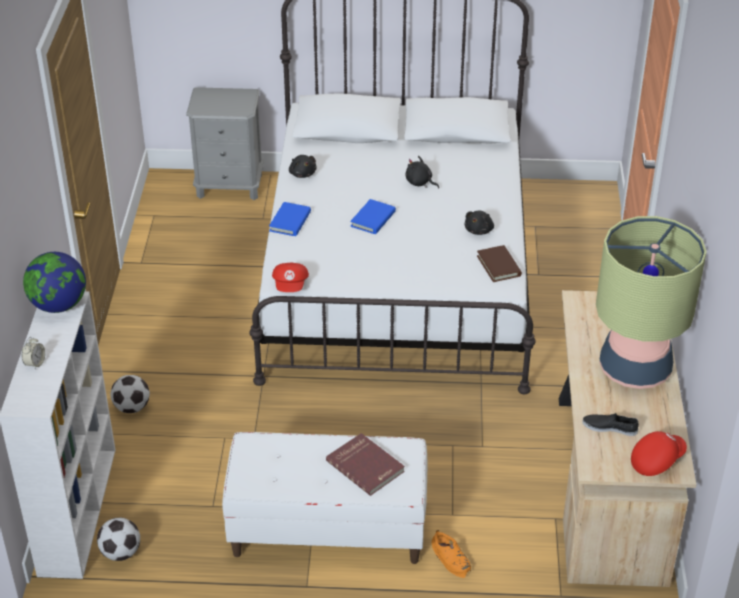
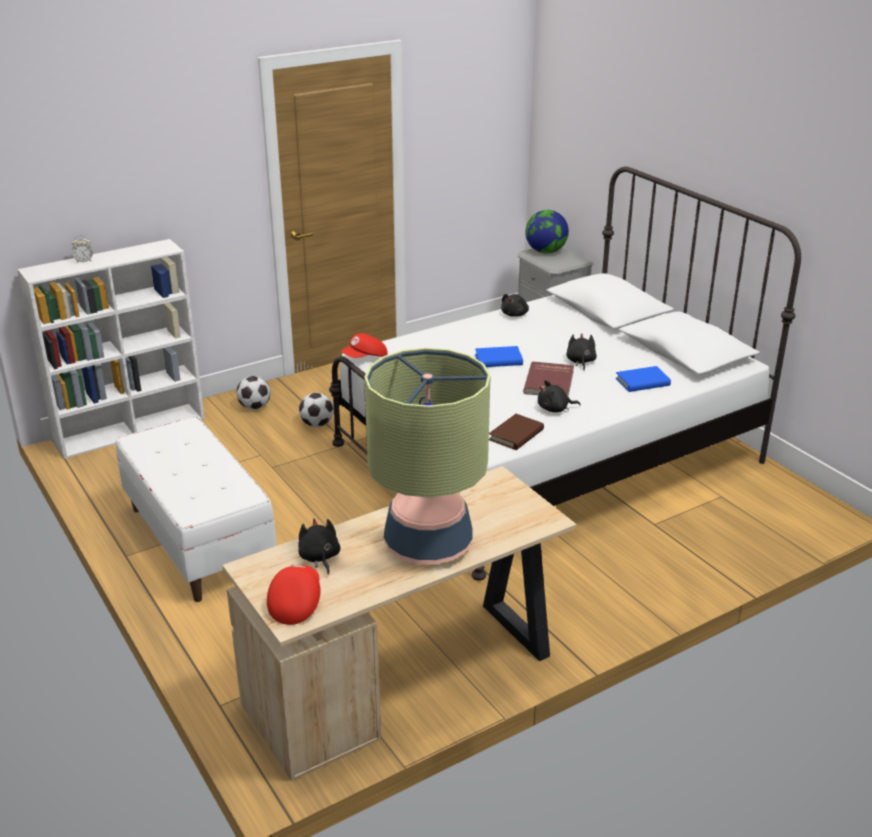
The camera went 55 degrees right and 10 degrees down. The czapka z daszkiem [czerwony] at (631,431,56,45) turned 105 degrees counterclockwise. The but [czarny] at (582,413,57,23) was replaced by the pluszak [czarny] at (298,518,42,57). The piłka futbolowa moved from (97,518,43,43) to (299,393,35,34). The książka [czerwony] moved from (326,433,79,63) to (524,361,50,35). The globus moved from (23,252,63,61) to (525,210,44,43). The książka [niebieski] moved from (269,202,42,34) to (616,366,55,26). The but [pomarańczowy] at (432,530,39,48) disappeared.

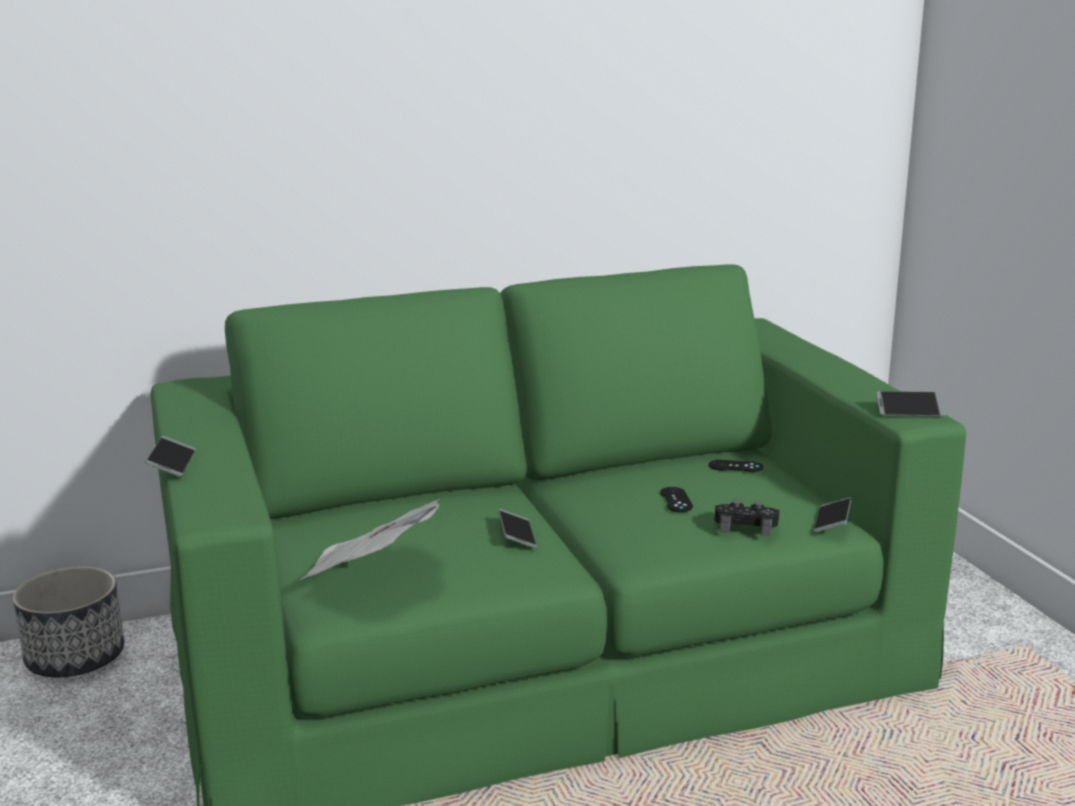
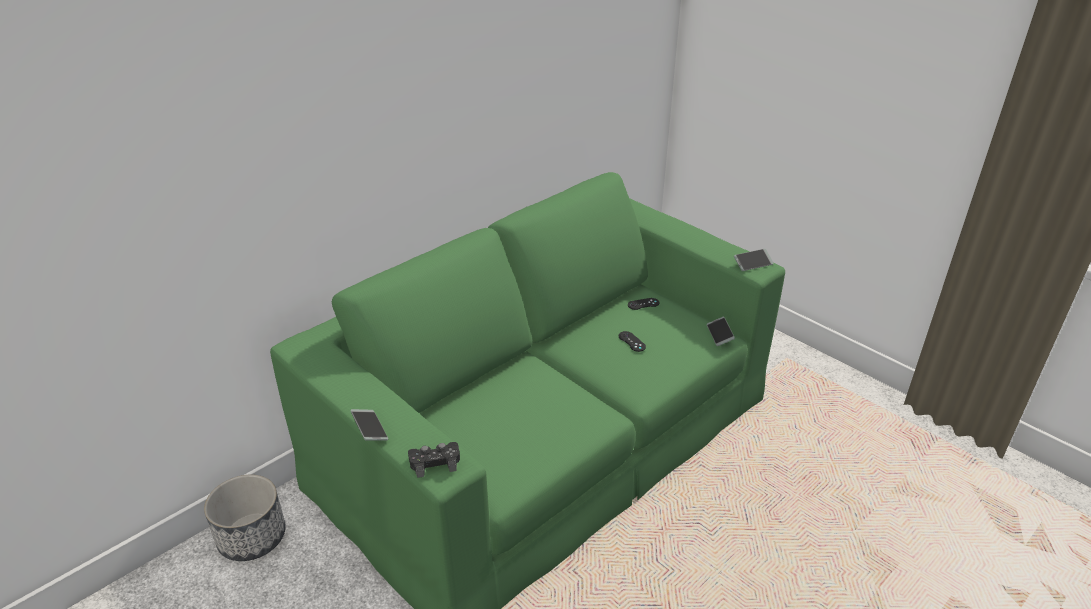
The camera went 25 degrees left and 15 degrees up. The pad do gier [czarny] moved from (714,500,65,36) to (408,442,52,36). The gazeta at (300,499,140,81) disappeared. The telefon at (498,509,39,39) disappeared.

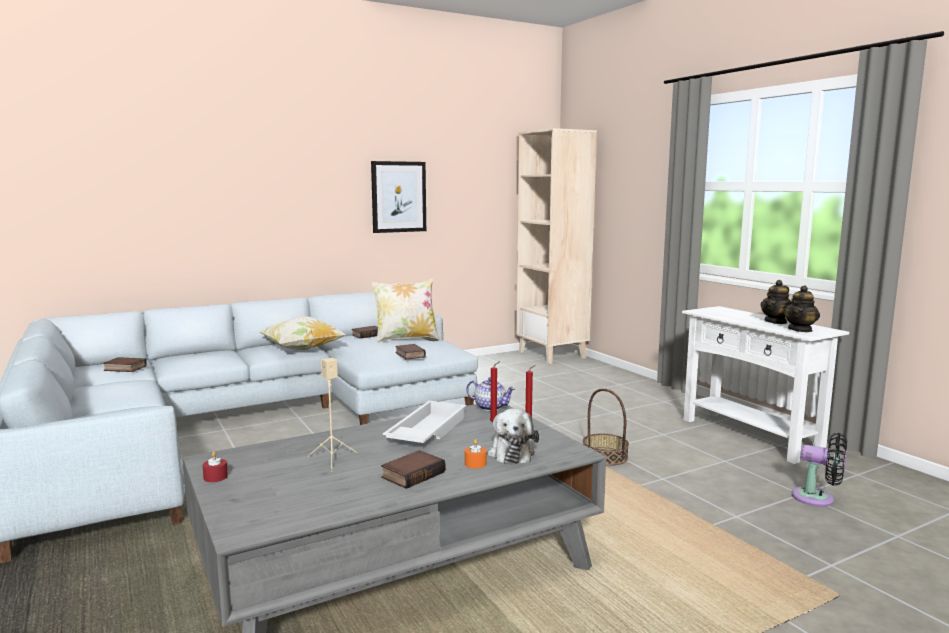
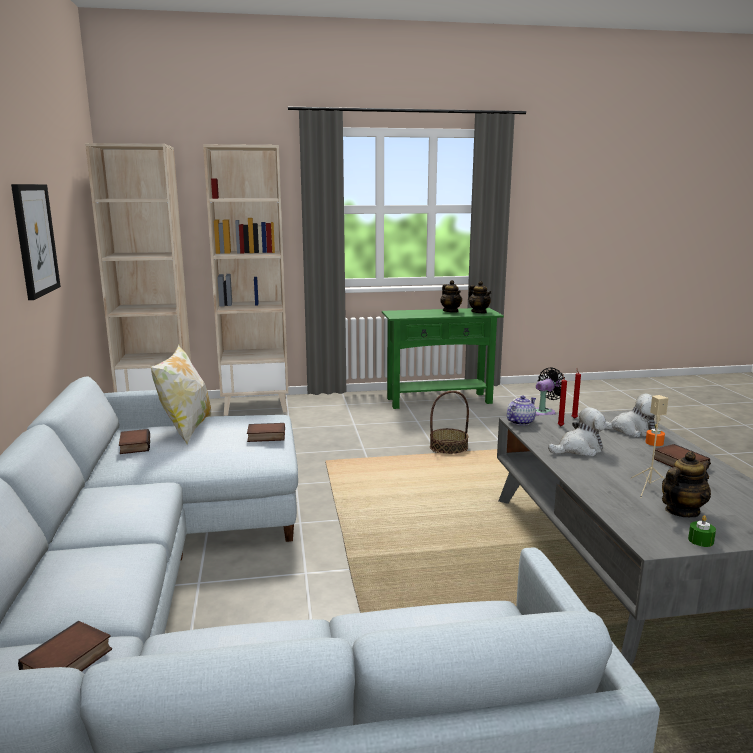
The camera went 70 degrees left and 5 degrees up. The regał [beżowy] at (203,144,85,272) appeared. The stolik konsolowy [biały] at (682,306,167,158) became the stolik konsolowy [zielony] at (382,308,122,101). The taca [biały] at (383,401,83,42) was replaced by the pluszak at (548,407,58,49). The imbryk at (662,451,49,66) appeared. The świeca [czerwony] at (202,452,26,30) became the świeca [zielony] at (688,515,28,32). The poduszka at (259,316,87,34) disappeared.

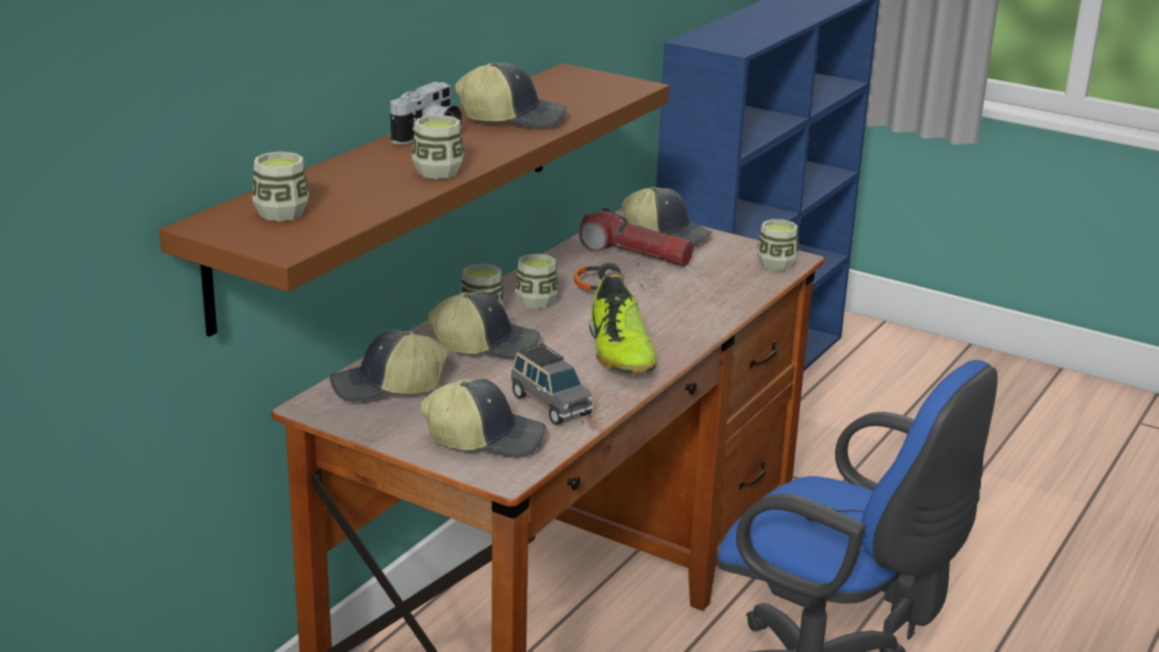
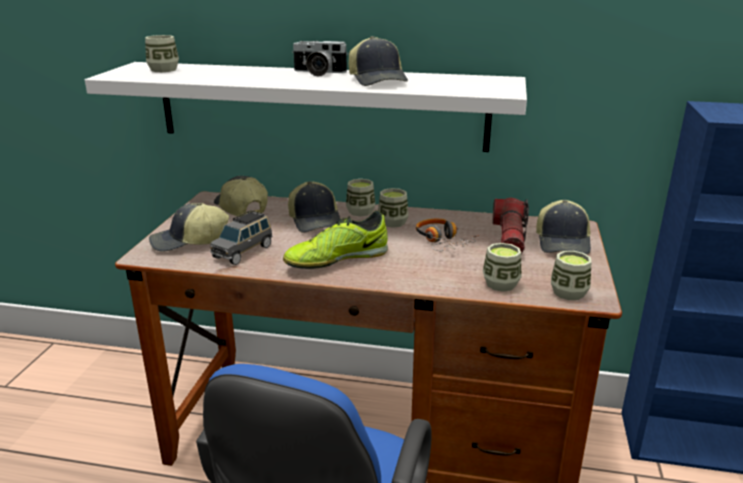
The camera went 70 degrees right and 0 degrees up. The półka [brązowy] at (159,63,510,274) became the półka [biały] at (85,62,442,90). The czapka z daszkiem at (421,378,125,80) turned 90 degrees clockwise. The filiżanka moved from (412,115,52,64) to (483,243,38,49).

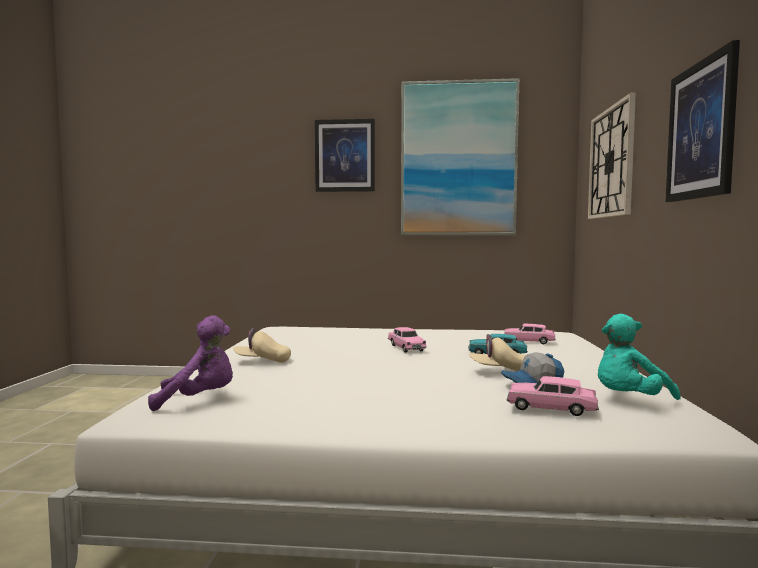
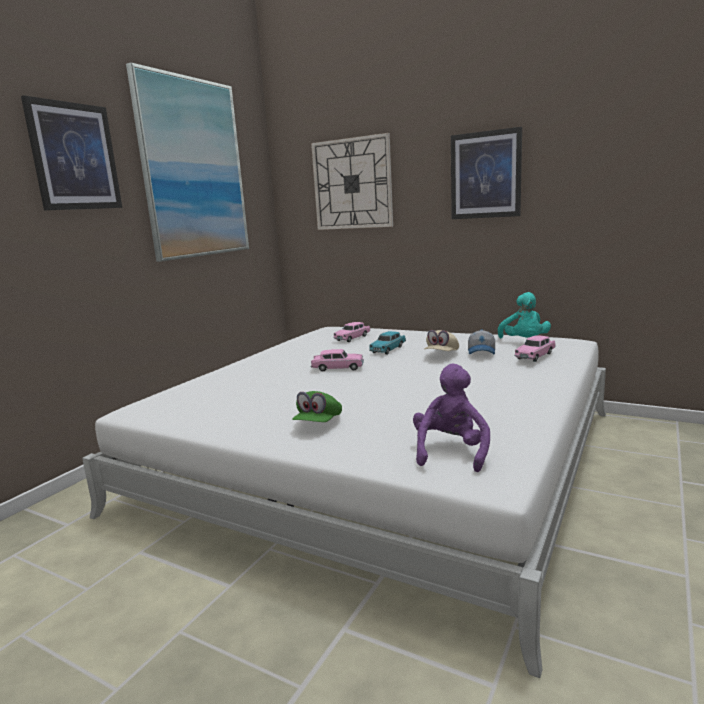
The camera went 65 degrees left and 10 degrees up. The czapka z daszkiem [beżowy] at (233,328,58,35) became the czapka z daszkiem [zielony] at (292,391,50,31).

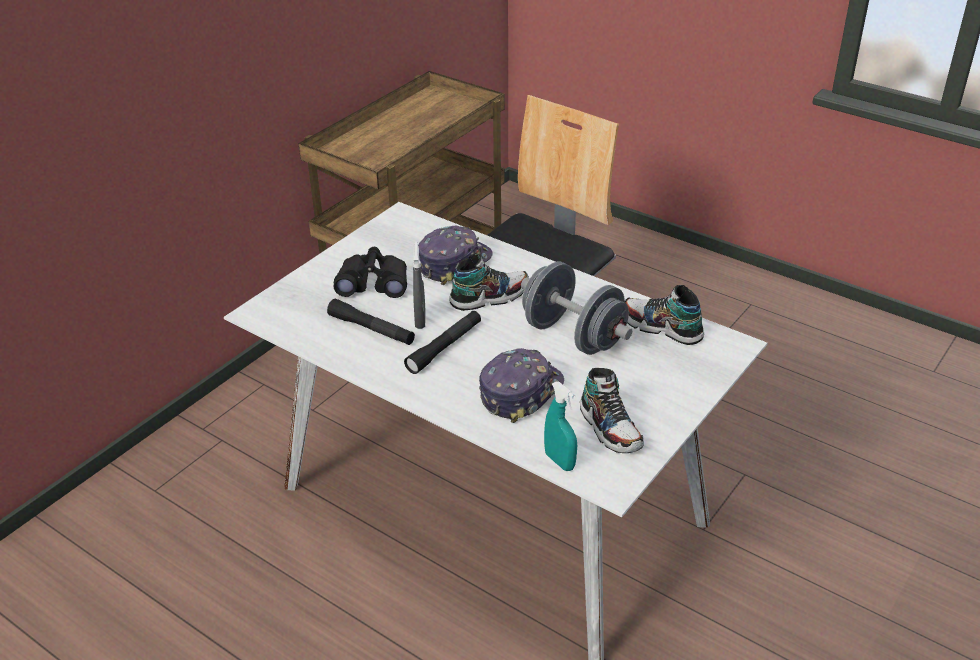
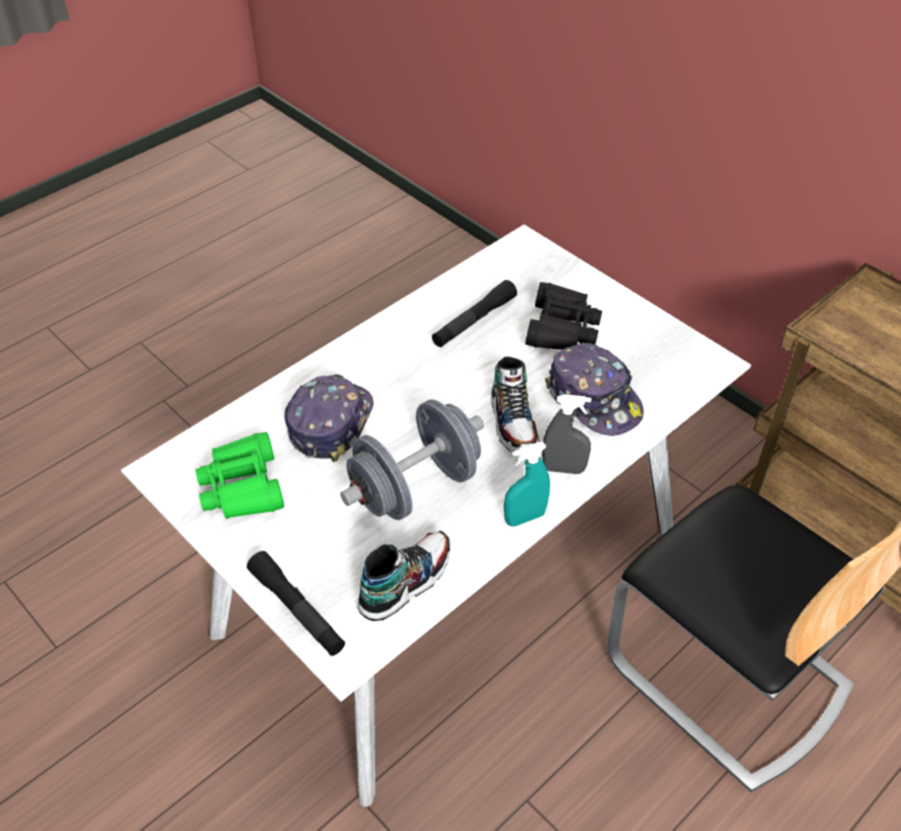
The camera went 100 degrees right and 10 degrees up. The but at (580,368,64,85) was replaced by the lornetka [zielony] at (196,432,88,87). The latarka [czarny] moved from (404,311,77,63) to (247,551,98,105). The czapka z daszkiem at (479,348,85,75) turned 120 degrees counterclockwise. The spryskiwacz [turkusowy] moved from (544,382,33,89) to (504,442,46,84). The spryskiwacz [szary] moved from (413,242,13,87) to (542,394,49,80).

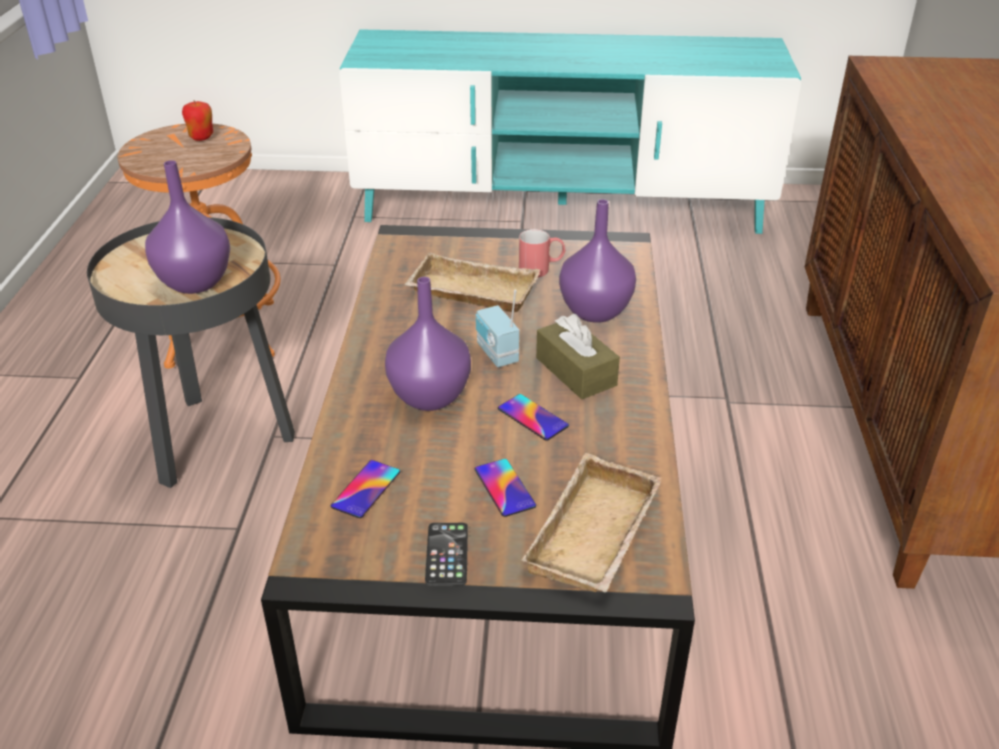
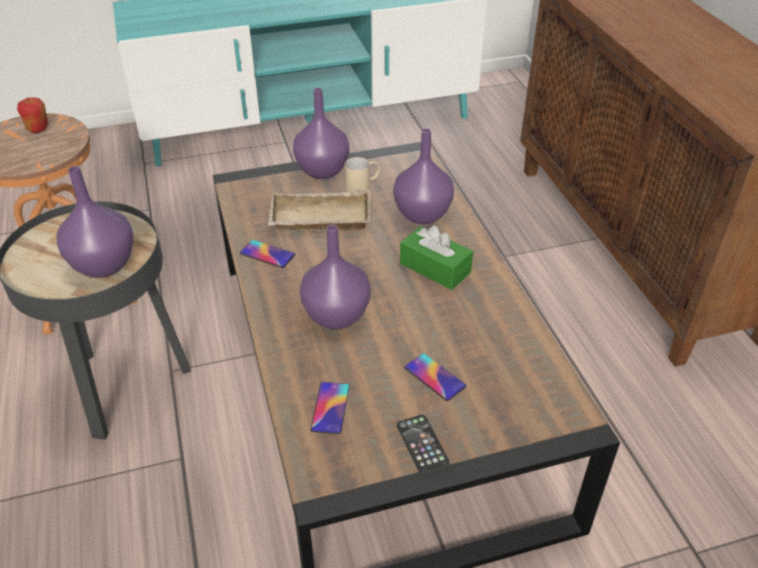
The camera went 20 degrees left and 5 degrees up. The telefon moved from (498,394,71,47) to (240,240,55,28). The wazon [fioletowy] at (293,88,56,91) appeared. The kubek [czerwony] at (519,229,46,49) became the kubek [beżowy] at (345,157,35,35). The pudełko chusteczek [brązowy] at (536,314,84,85) became the pudełko chusteczek [zielony] at (400,225,73,65). The radio at (476,289,44,78) disappeared. The taca [beżowy] at (521,453,141,139) disappeared.

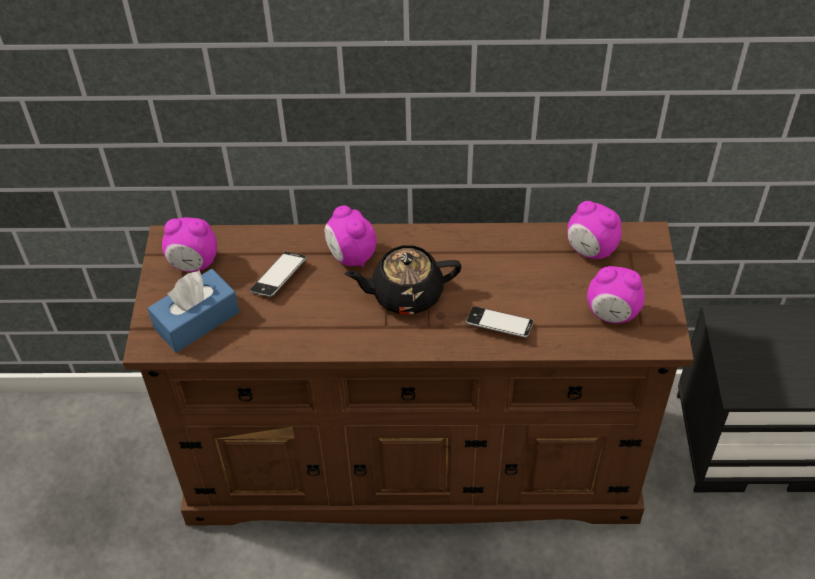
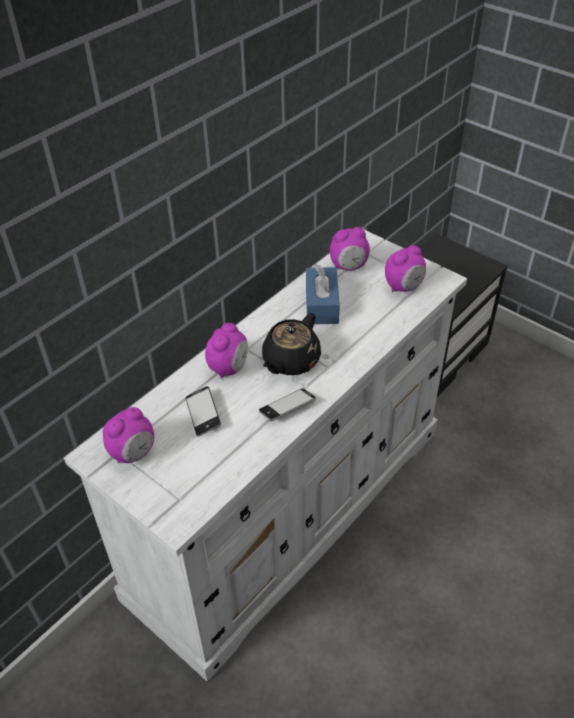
The camera went 50 degrees left and 5 degrees down. The komoda [brązowy] at (123,222,571,303) became the komoda [biały] at (64,230,403,452). The budzik at (325,206,52,62) turned 75 degrees counterclockwise. The telefon moved from (466,306,67,32) to (259,388,57,33). The pudełko chusteczek [niebieski] moved from (147,269,92,83) to (306,264,34,60).

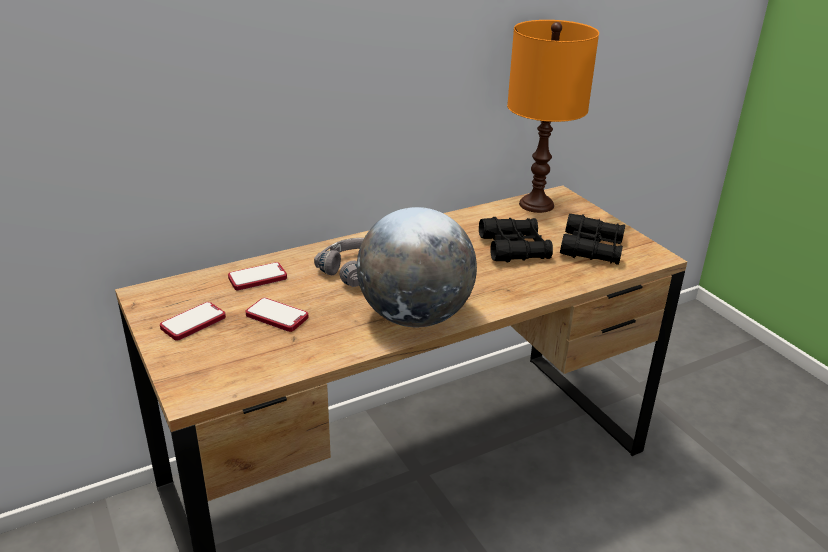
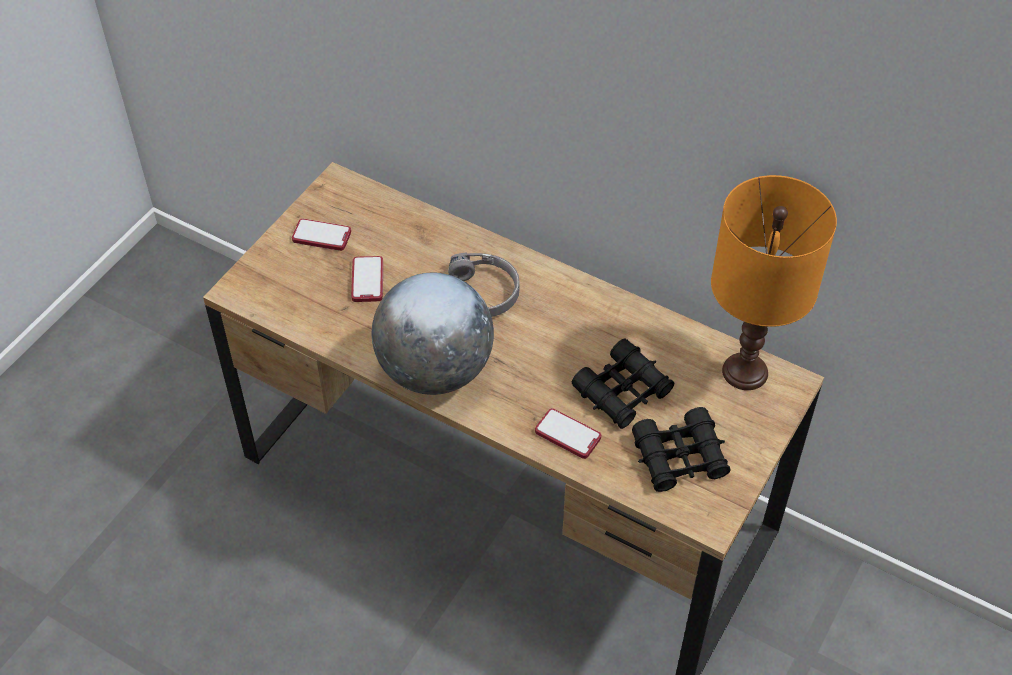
The camera went 60 degrees right and 20 degrees up. The telefon moved from (228,262,59,28) to (535,408,66,51).

